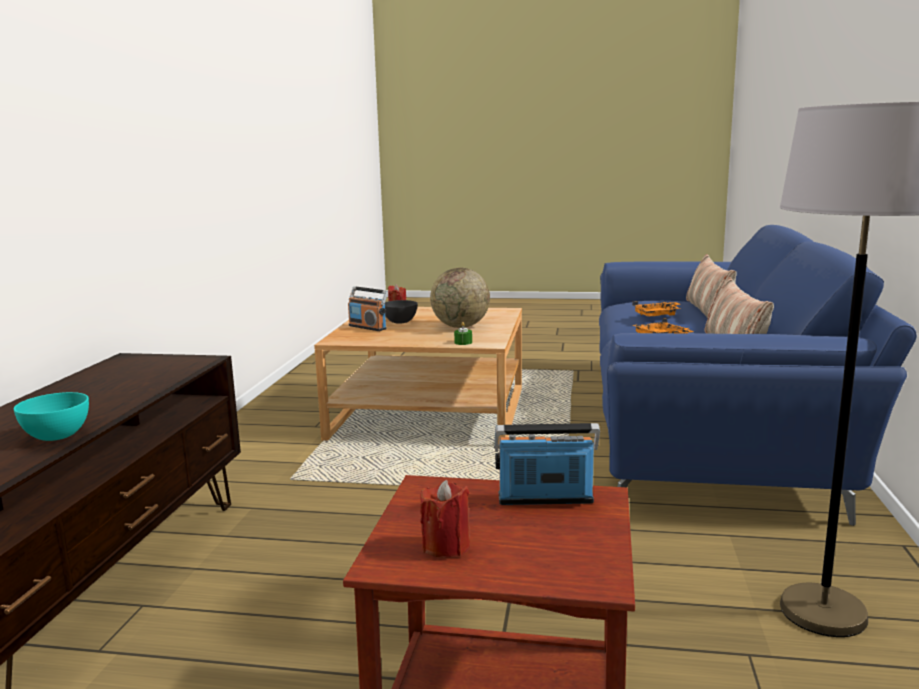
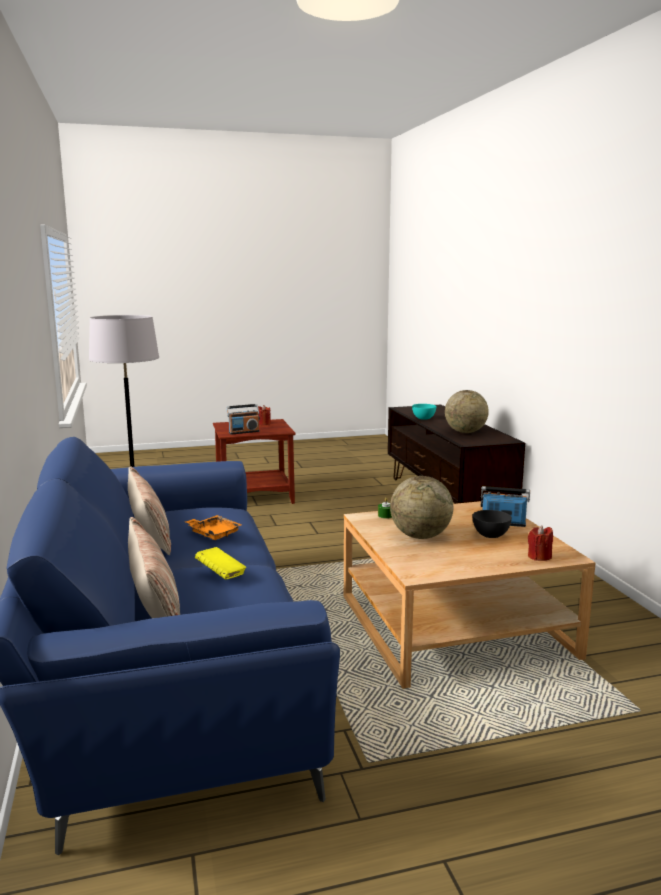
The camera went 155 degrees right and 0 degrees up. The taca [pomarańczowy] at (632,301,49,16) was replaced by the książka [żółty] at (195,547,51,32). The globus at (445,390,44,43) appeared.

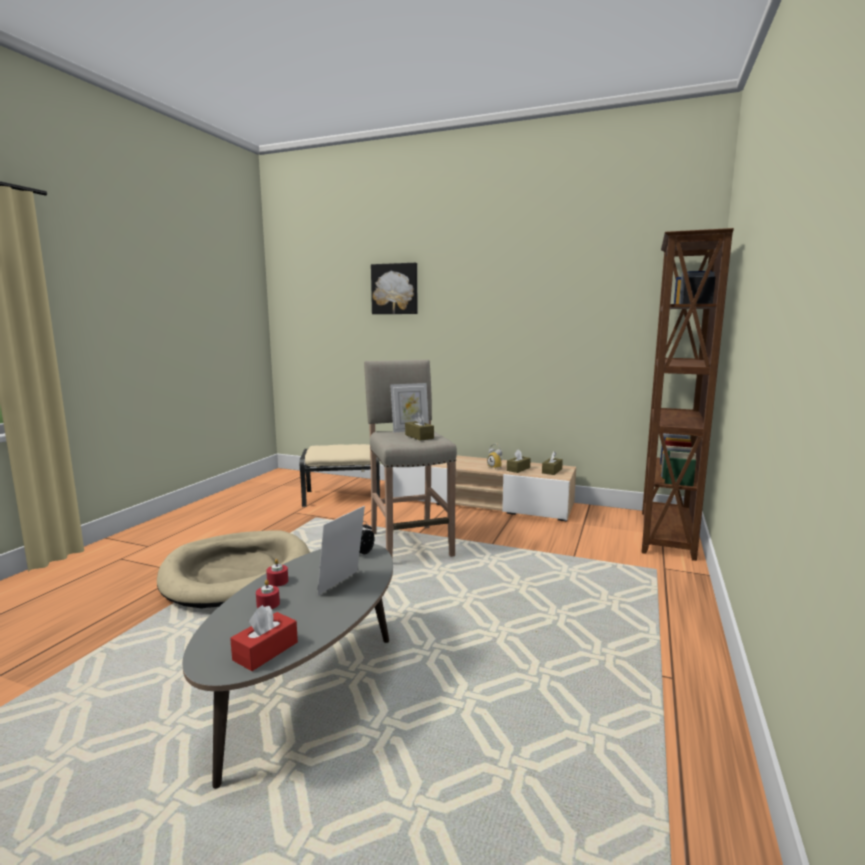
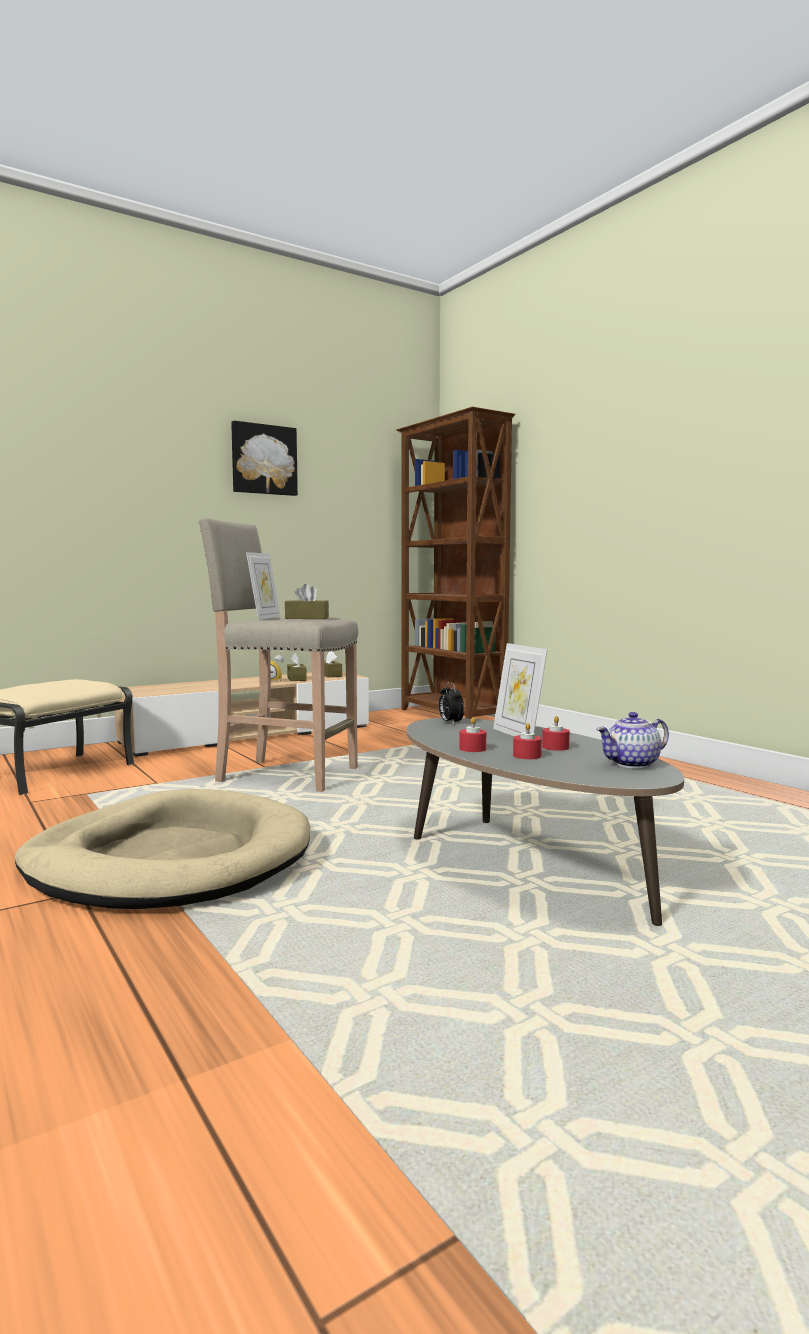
The camera went 55 degrees left and 5 degrees down. The obraz moved from (371,263,46,51) to (231,421,67,75). The świeca [czerwony] at (542,716,28,35) appeared. The pudełko chusteczek [czerwony] at (230,605,68,66) was replaced by the imbryk at (596,712,73,56).

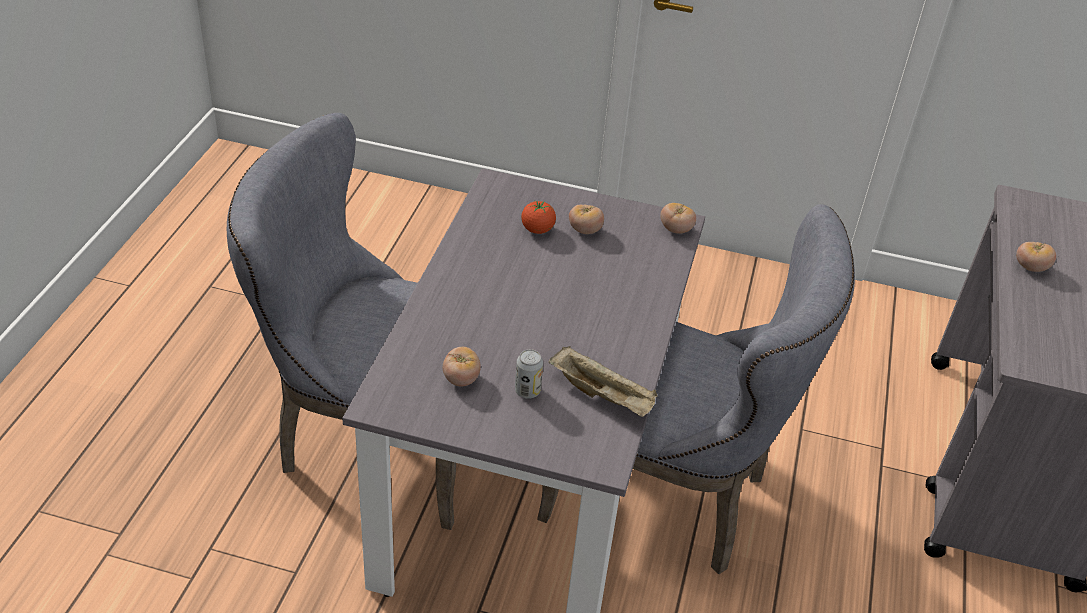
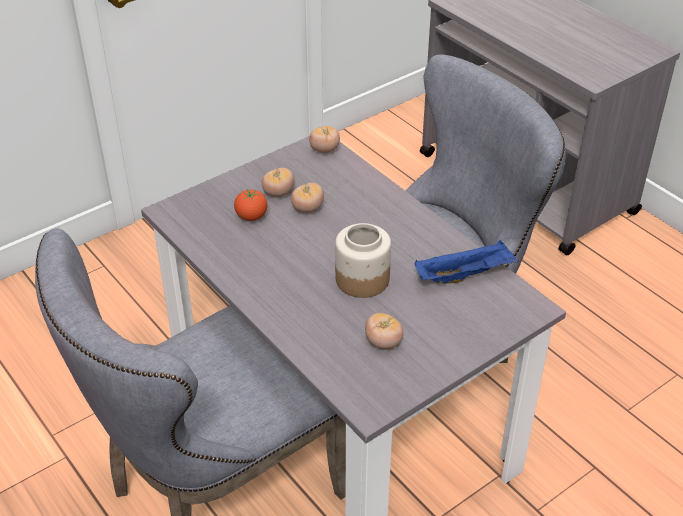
The camera went 50 degrees left and 0 degrees up. The pomidor moved from (1016,242,40,30) to (291,183,33,30). The słoik at (335,223,56,75) appeared. The taca [beżowy] at (549,346,109,71) became the taca [niebieski] at (415,240,104,44). The puszka at (515,349,28,50) disappeared.

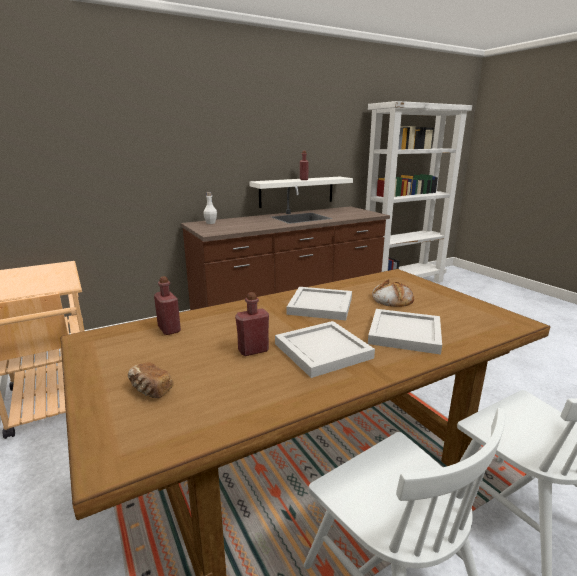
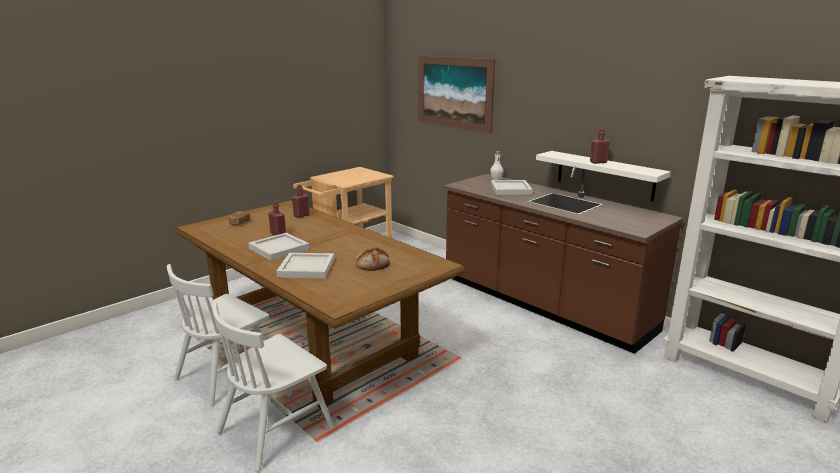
The camera went 75 degrees right and 0 degrees up. The obraz at (418,56,77,78) appeared. The taca [biały] moved from (287,287,65,34) to (491,180,42,15).

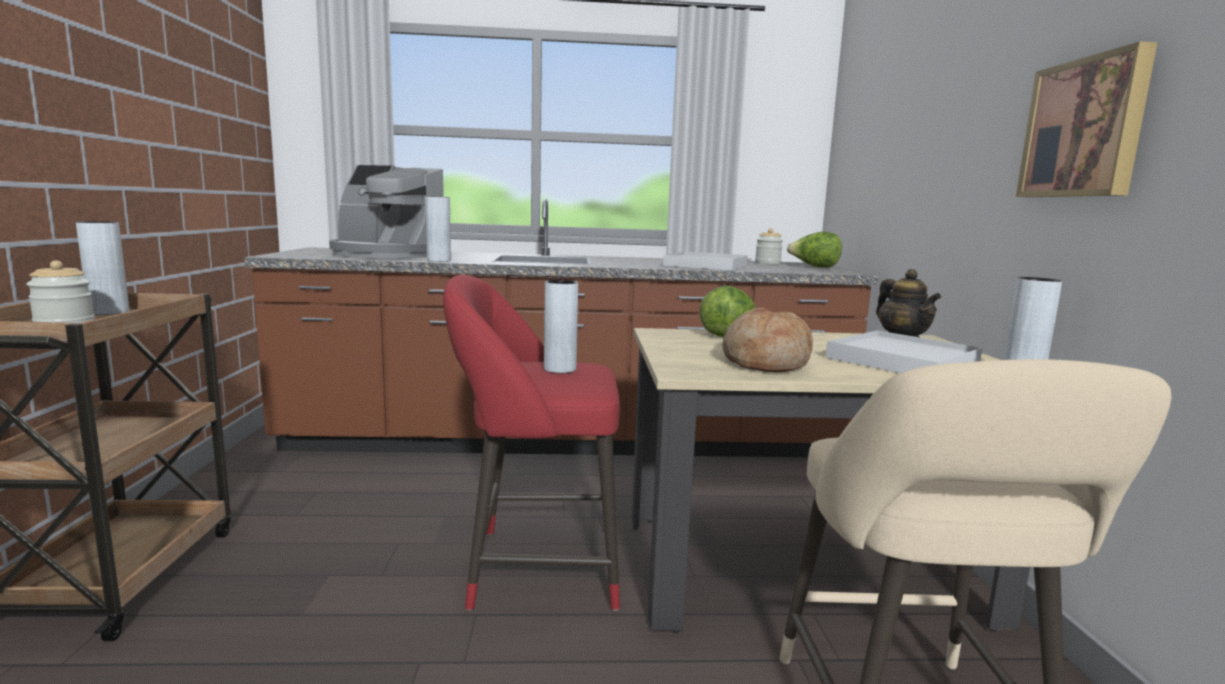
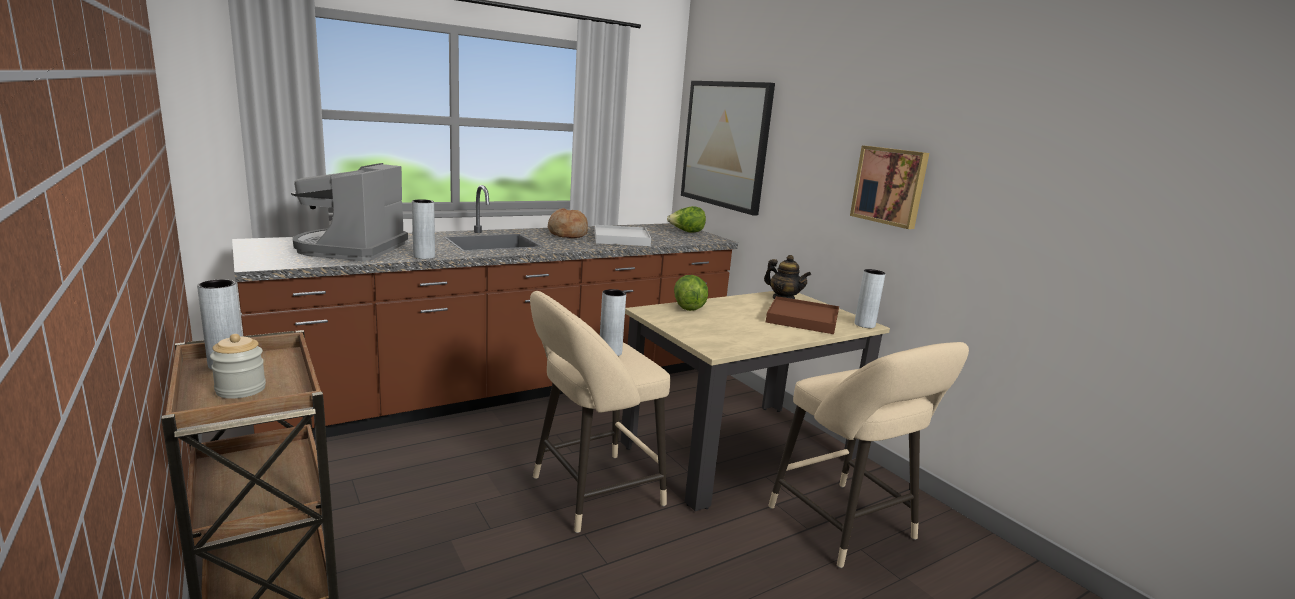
The camera went 30 degrees left and 5 degrees up. The ekspres do kawy at (329,165,115,94) turned 105 degrees clockwise. The stołek [czerwony] at (443,275,177,336) became the stołek [beżowy] at (530,291,140,242). The chleb moved from (722,307,91,65) to (548,208,40,30). The obraz at (681,81,94,134) appeared. The taca [biały] at (826,330,157,43) became the taca [brązowy] at (766,296,73,38). The słoik at (755,228,28,36) disappeared.

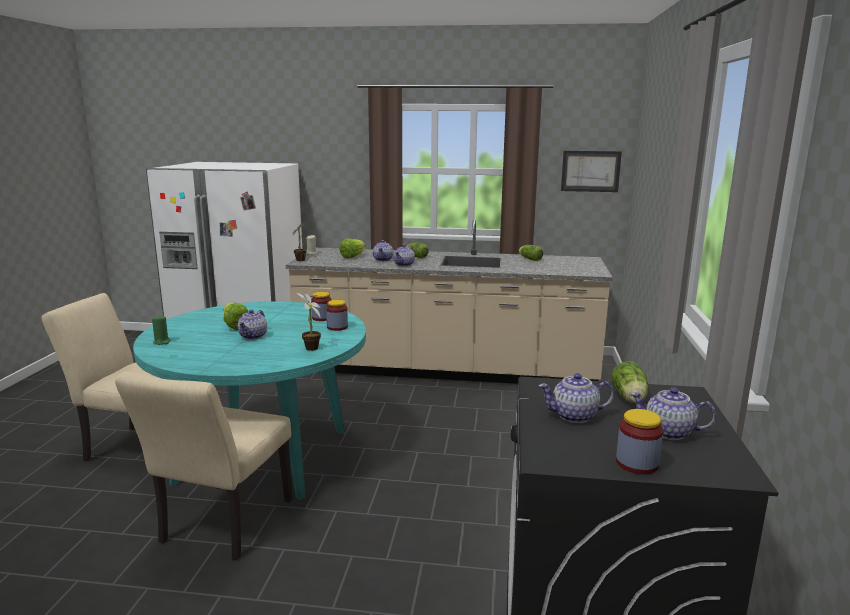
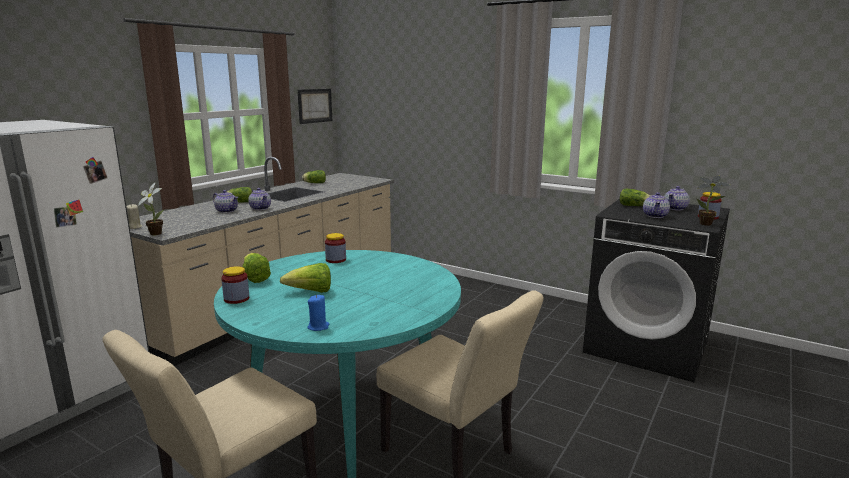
The camera went 65 degrees left and 0 degrees up. The słoik moved from (326,300,22,31) to (221,266,28,38). The sałata moved from (339,239,26,19) to (242,253,29,30). The świeca [zielony] at (152,316,19,29) became the świeca [niebieski] at (307,294,23,37). The roślina doniczkowa moved from (297,292,24,59) to (697,176,33,50). The imbryk at (237,310,30,30) disappeared.

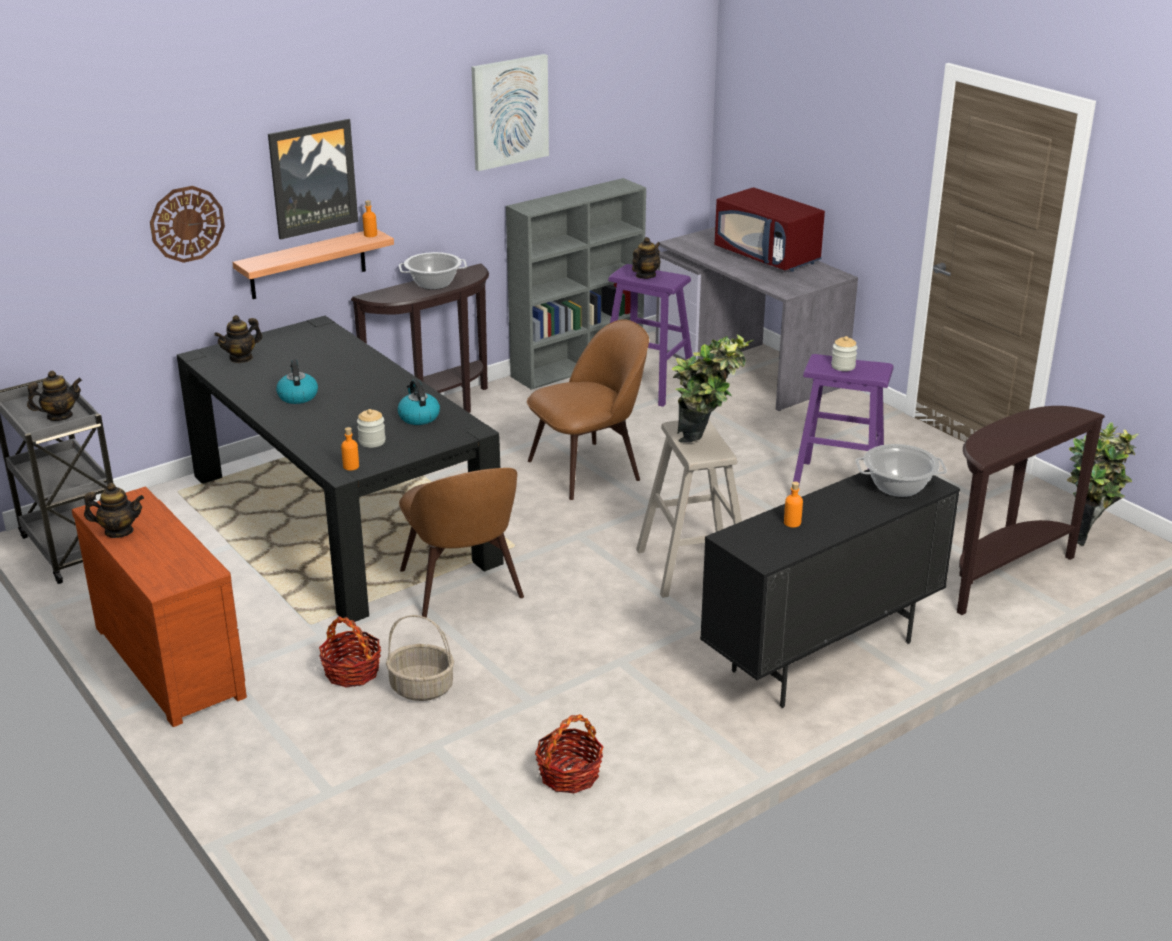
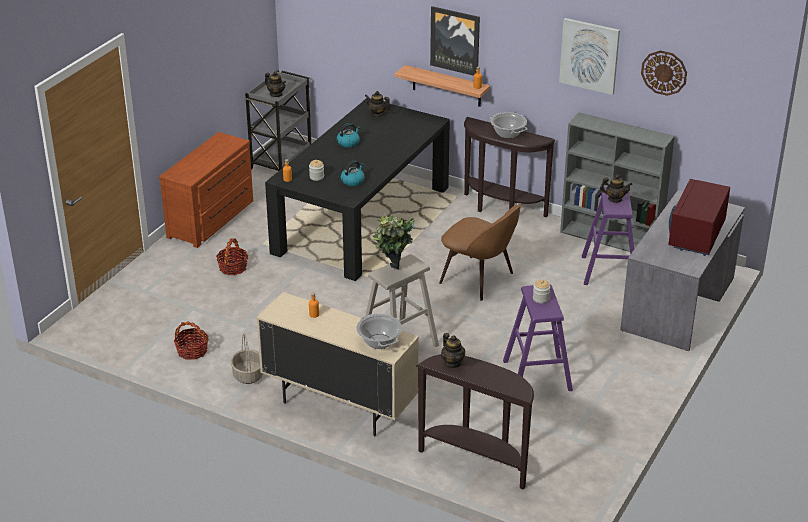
The camera went 65 degrees right and 5 degrees up. The koszyk moved from (386,615,68,86) to (231,333,32,51). The szafka [czarny] at (700,469,260,239) became the szafka [beżowy] at (256,292,163,144). The imbryk moved from (84,483,60,55) to (441,333,24,35). The zegar ścienny moved from (150,186,75,77) to (641,50,46,46). The krzesło [brązowy] at (399,468,125,150) disappeared. The roślina doniczkowa at (1067,422,72,124) disappeared.

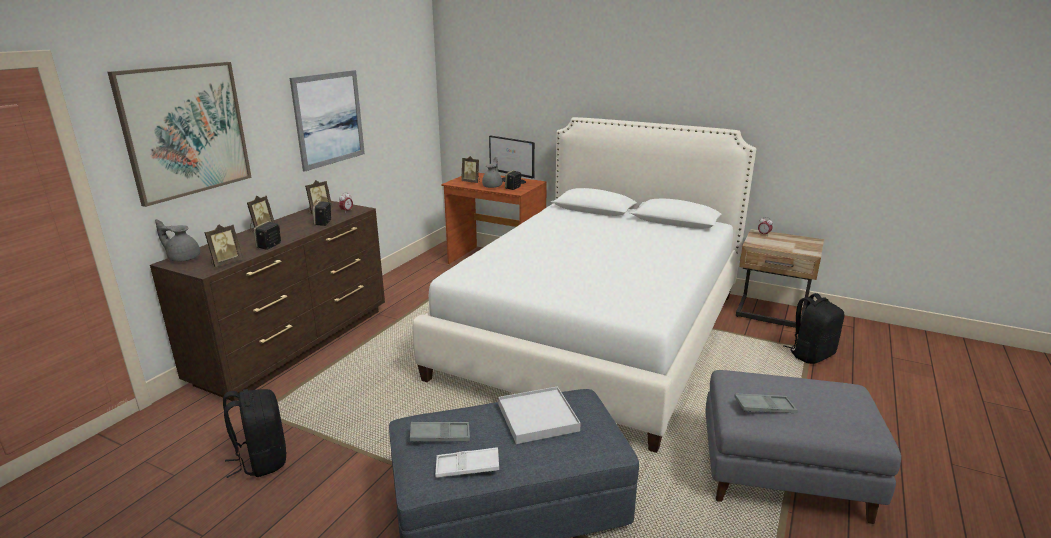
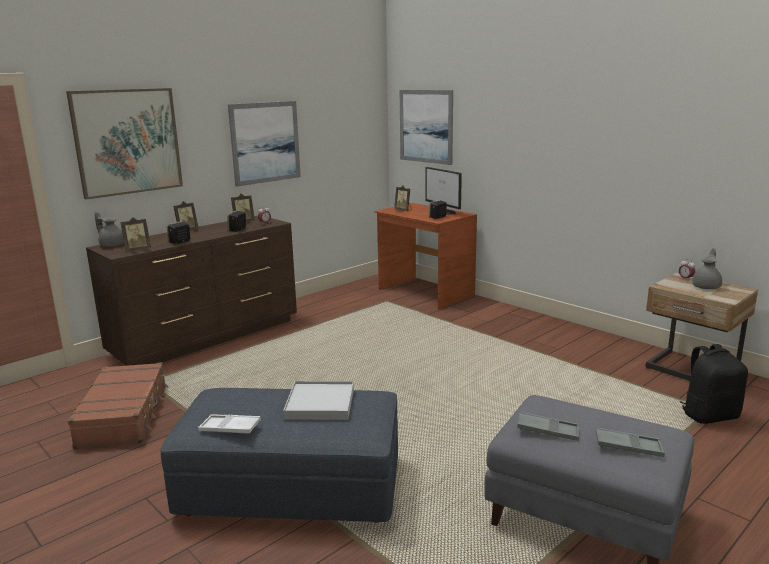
The camera went 20 degrees right and 5 degrees down. The plecak [czarny] at (223,389,64,89) was replaced by the walizka [brązowy] at (68,362,101,87). The obraz at (400,90,53,75) appeared. The taca [szary] moved from (410,422,60,20) to (596,428,69,29). The imbryk [szary] moved from (482,157,20,31) to (692,248,30,41). The łóżko [biały] at (413,117,343,336) disappeared.

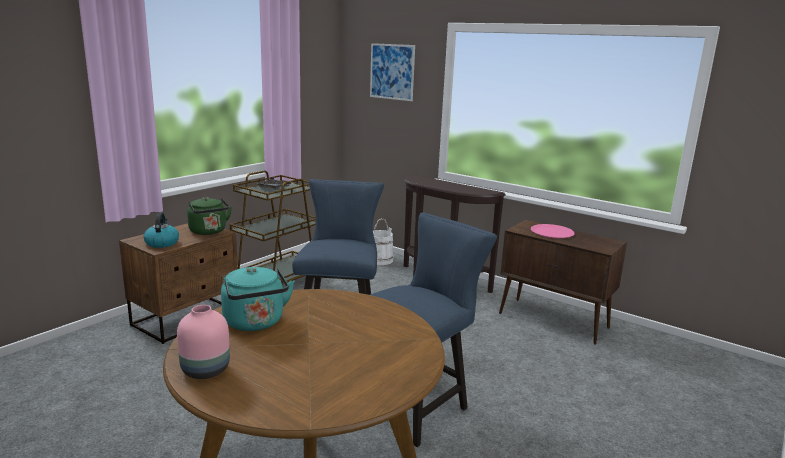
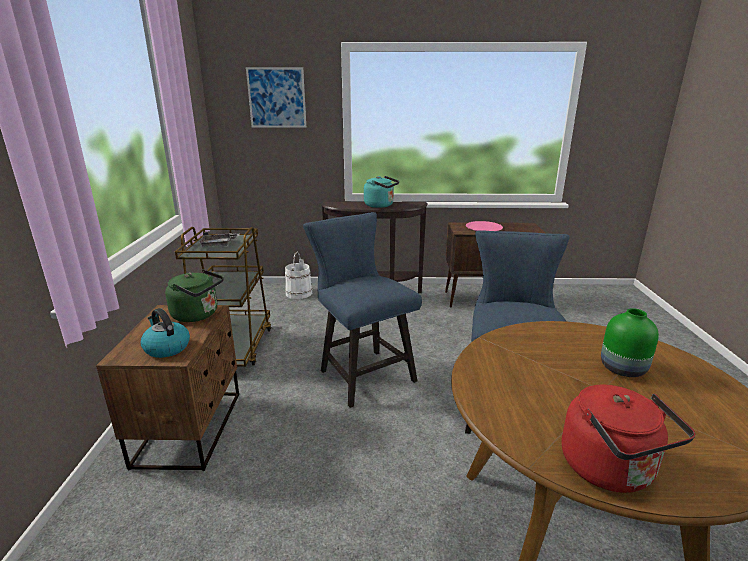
The camera went 35 degrees left and 5 degrees up. The czajnik [turkusowy] moved from (221,267,74,64) to (364,176,35,32). The wazon [różowy] at (177,305,53,74) was replaced by the czajnik [czerwony] at (562,384,133,109). The wazon [zielony] at (601,308,58,69) appeared.

